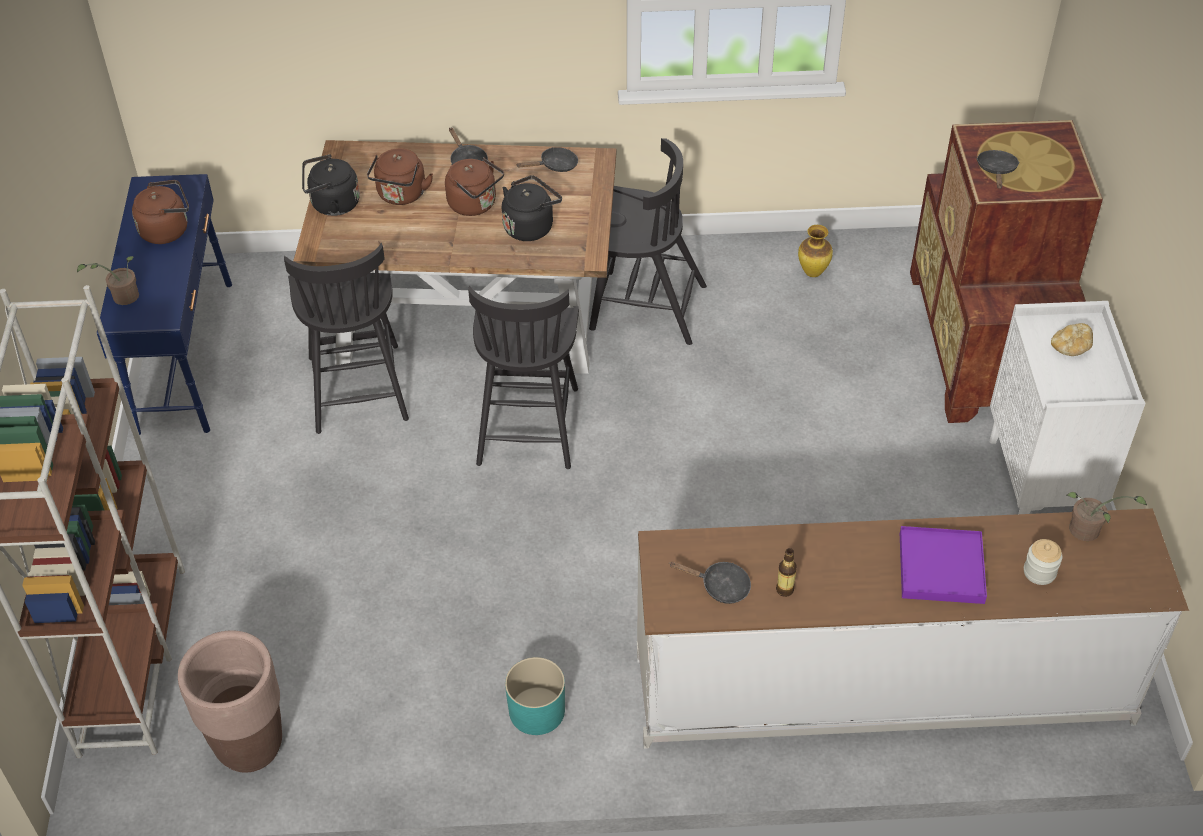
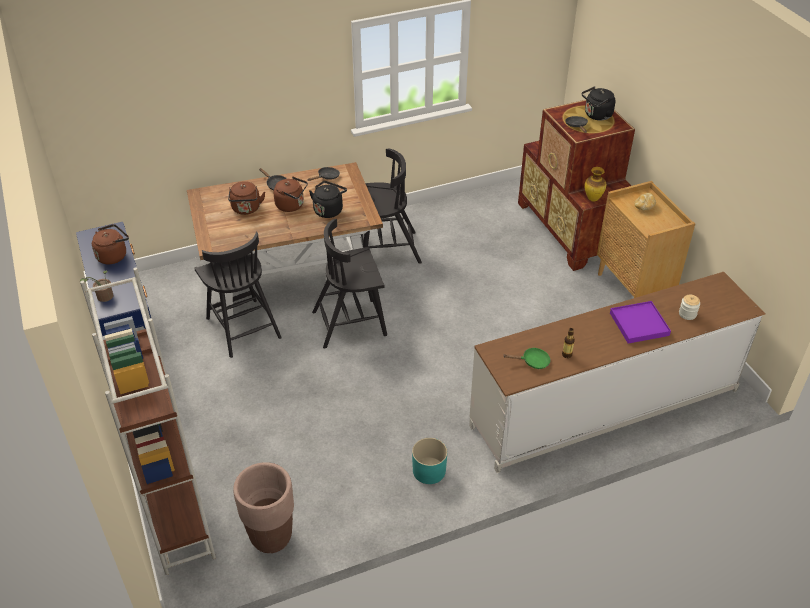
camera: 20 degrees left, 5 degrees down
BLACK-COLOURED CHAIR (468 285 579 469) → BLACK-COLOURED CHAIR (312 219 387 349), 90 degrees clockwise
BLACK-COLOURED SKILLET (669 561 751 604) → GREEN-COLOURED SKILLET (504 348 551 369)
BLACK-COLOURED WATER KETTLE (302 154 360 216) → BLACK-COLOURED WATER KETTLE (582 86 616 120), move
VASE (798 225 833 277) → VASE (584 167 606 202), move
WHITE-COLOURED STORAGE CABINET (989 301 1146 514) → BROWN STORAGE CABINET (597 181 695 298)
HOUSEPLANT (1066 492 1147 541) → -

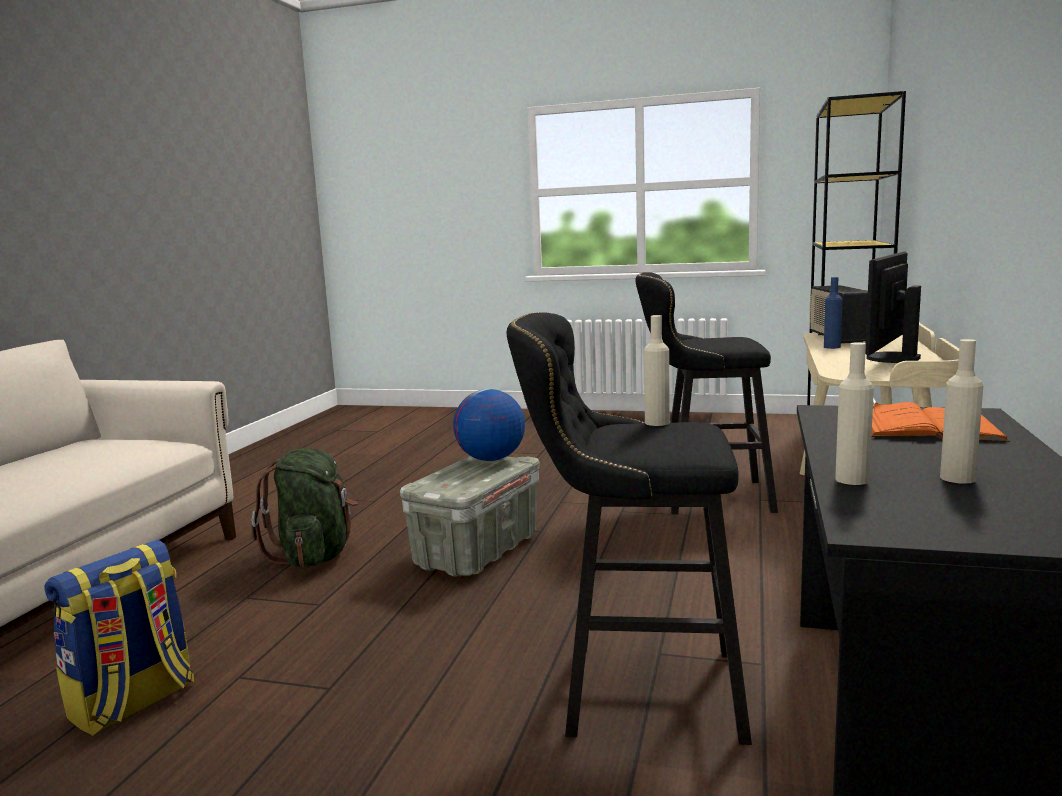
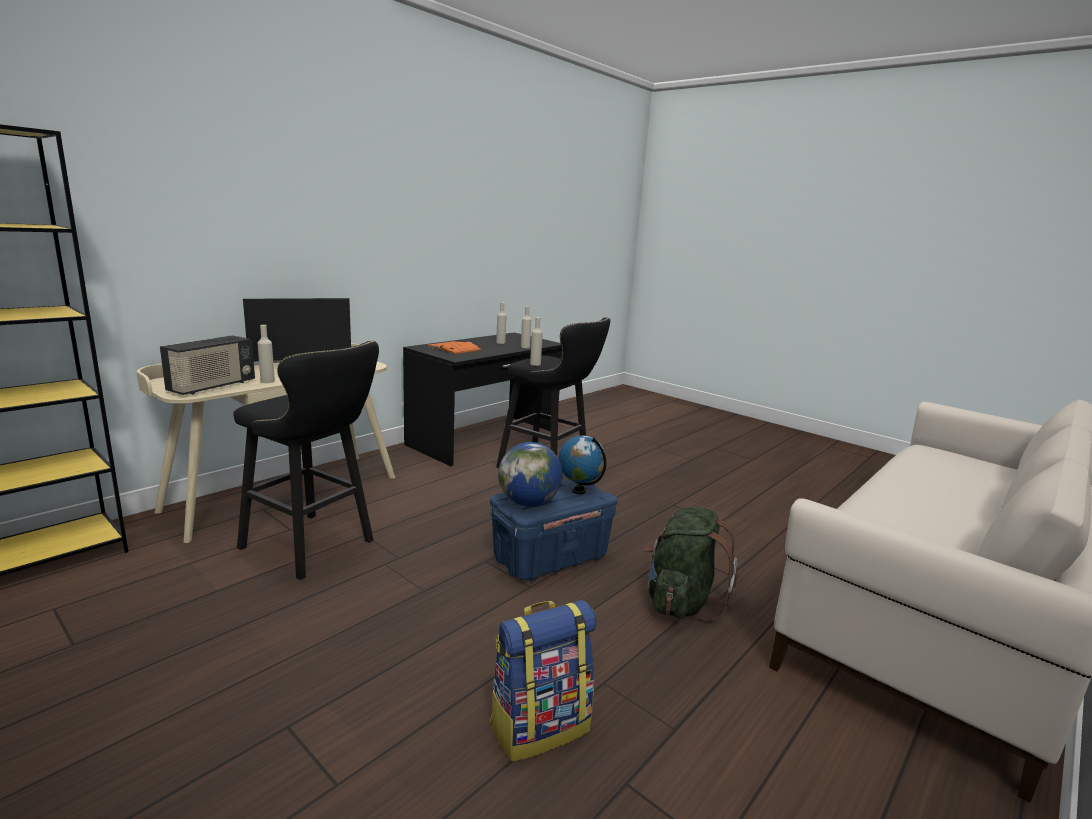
camera: 155 degrees left, 5 degrees up
BLUISH BOTTLE (824 277 843 349) → BEIGE-COLOURED BOTTLE (257 325 275 383)
GREY STORAGE BIN (400 455 540 577) → BLUISH STORAGE BIN (490 479 618 580)
BACKPACK (44 540 194 736) → BACKPACK (490 600 597 761), move
- → WORLD GLOBE (558 435 606 494)

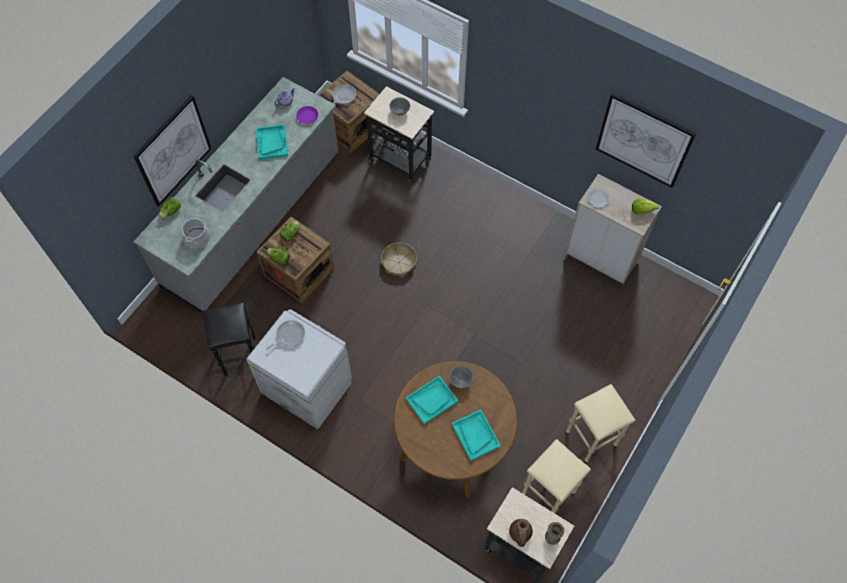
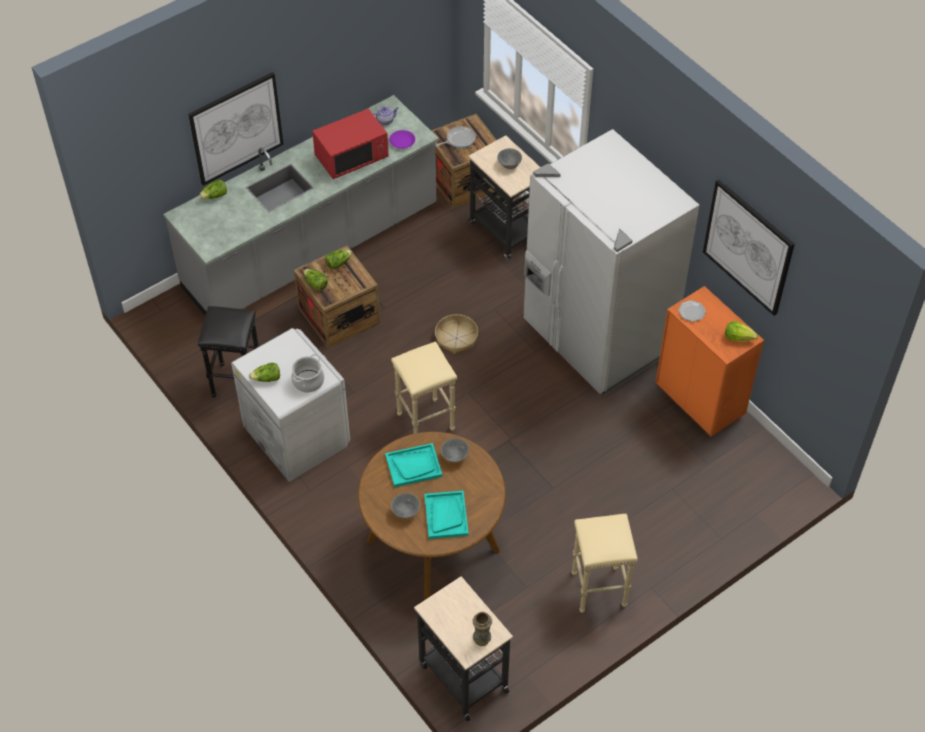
camera: 20 degrees right, 10 degrees down
- → LETTUCE (249 363 280 382)
COOKING POT (181 215 210 248) → COOKING POT (291 354 324 393), move
BLUE-GREEN TRAY (256 124 288 160) → RED-COLOURED MICROWAVE OVEN (312 109 389 179)
BEIGE-COLOURED SITTING STOOL (522 439 591 513) → BEIGE-COLOURED SITTING STOOL (391 342 457 434), move
- → GREY SERVING BOWL (391 493 420 519)
- → WHITE-COLOURED FRIDGE (523 129 699 396)
BEIGE-COLOURED STORAGE CABINET (565 174 662 284) → ORANGEY STORAGE CABINET (655 286 764 437)
SKILLET (266 320 305 350) → -
BROWN TEA POT (509 519 533 547) → -

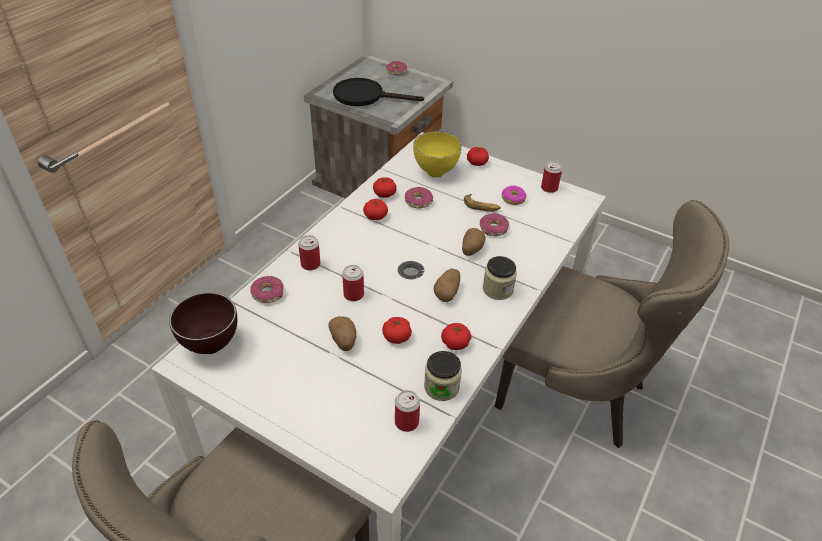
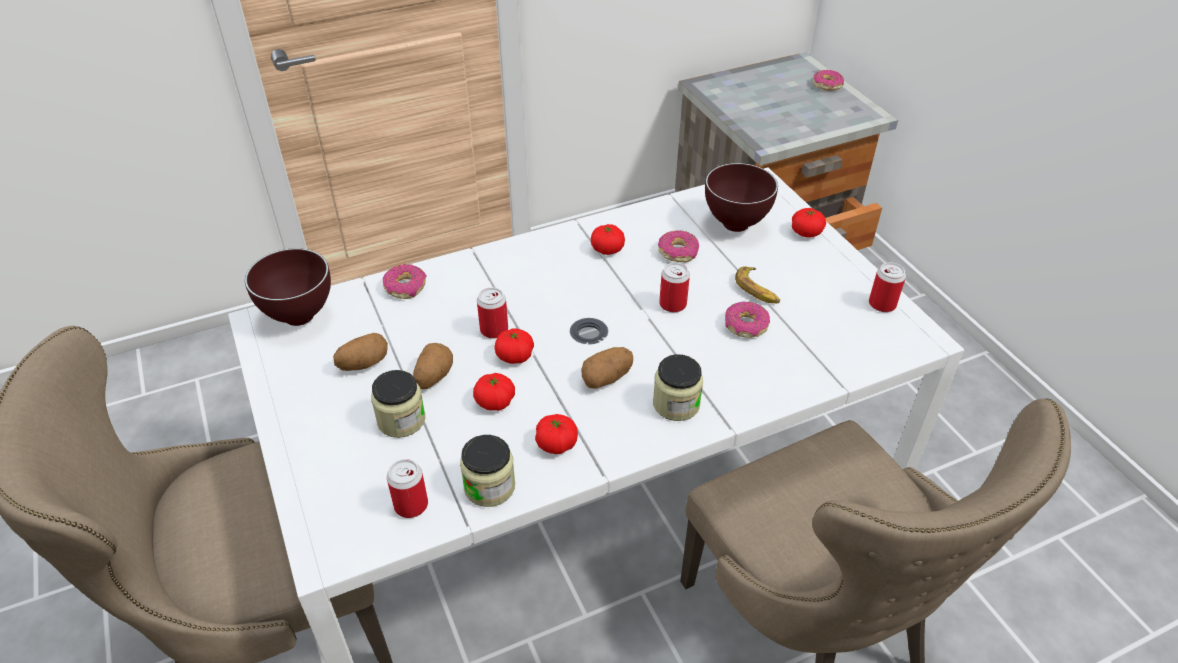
camera: 35 degrees right, 0 degrees up
SPUD (462 228 486 256) → SPUD (333 333 388 371), move
- → STORAGE JAR (371 370 425 438)
WHOLE TOMATO (373 177 397 198) → WHOLE TOMATO (494 328 534 364), move
SEALED CAN (298 235 320 271) → SEALED CAN (659 263 690 312), move
YELLOW SERVING BOWL (413 131 462 178) → BROWN SERVING BOWL (705 163 778 232)
BLACK-COLOURED SKILLET (333 78 424 106) → -
DONUT (502 186 526 205) → -

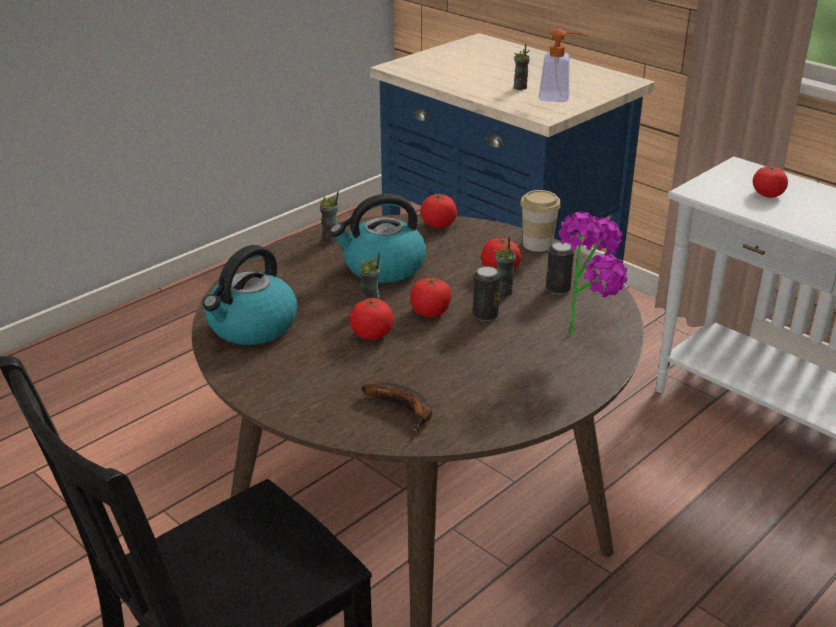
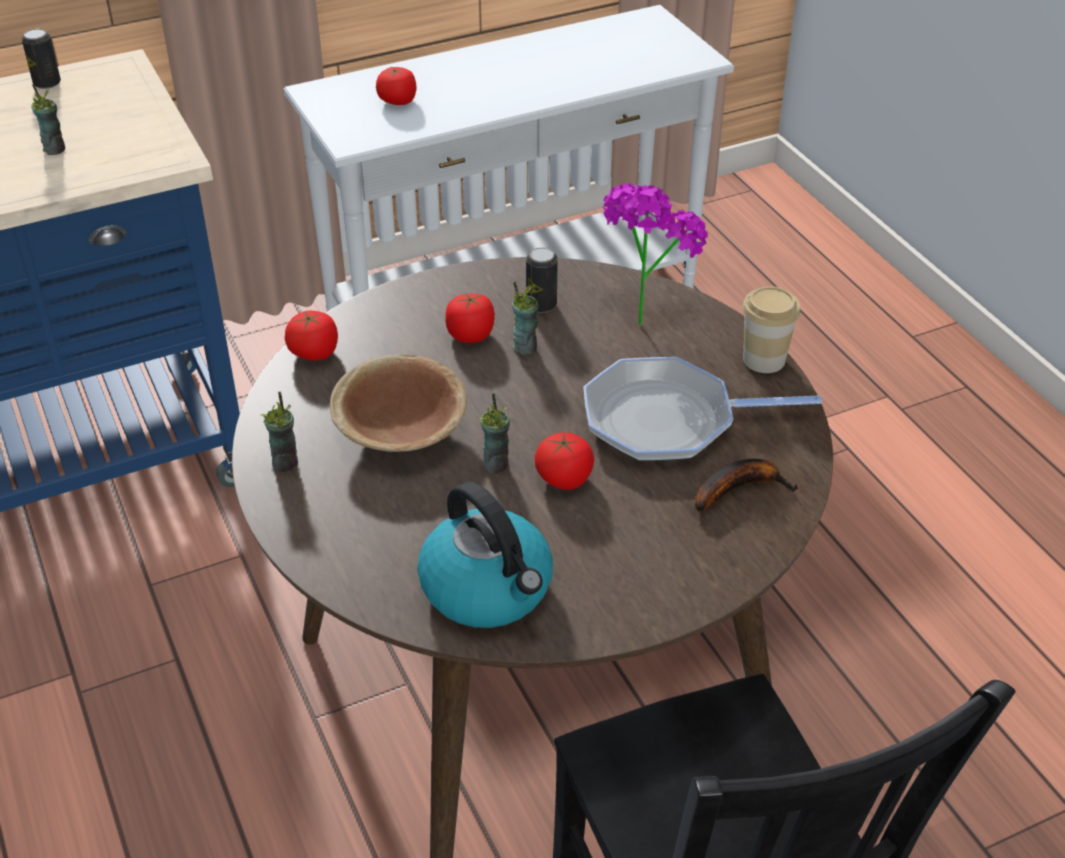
camera: 70 degrees left, 10 degrees up
SEALED CAN (473 266 500 321) → SEALED CAN (22 29 61 89), move
WATER KETTLE (330 194 426 283) → BROWN SERVING BOWL (330 354 467 452)
- → SKILLET (584 357 822 461)
DRINKING CUP (520 190 561 252) → DRINKING CUP (742 286 800 373), move
WHOLE TOMATO (410 277 452 317) → -
SOAP DISPENSER (539 29 588 102) → -

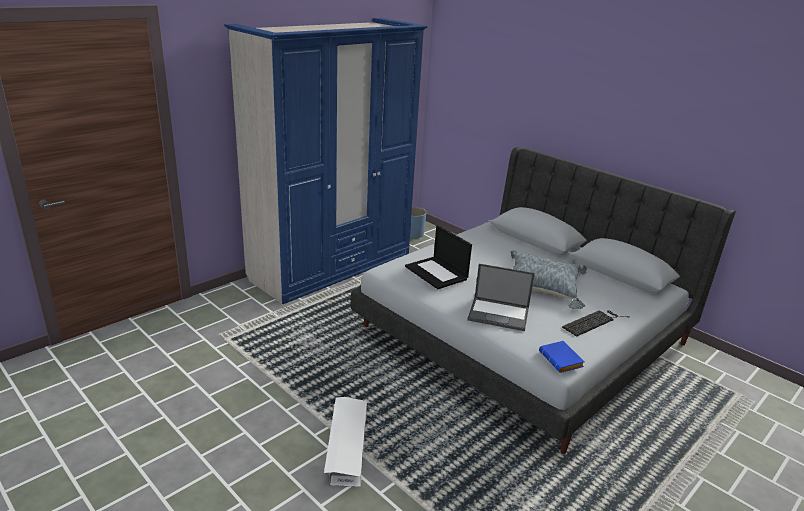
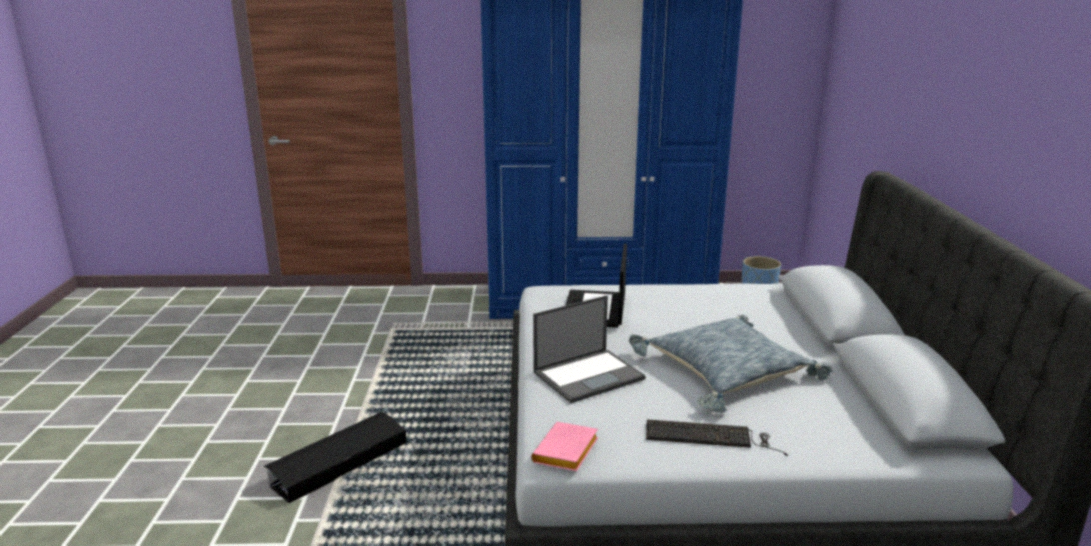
camera: 45 degrees right, 5 degrees down
WHITE-COLOURED STORAGE BIN (324 397 367 487) → BLACK-COLOURED STORAGE BIN (263 412 407 504)
BLUISH BOUND BOOK (539 341 585 373) → PINK BOUND BOOK (531 422 598 471)
NOTEBOOK COMPUTER (467 264 535 331) → NOTEBOOK COMPUTER (533 295 646 403), 90 degrees counterclockwise

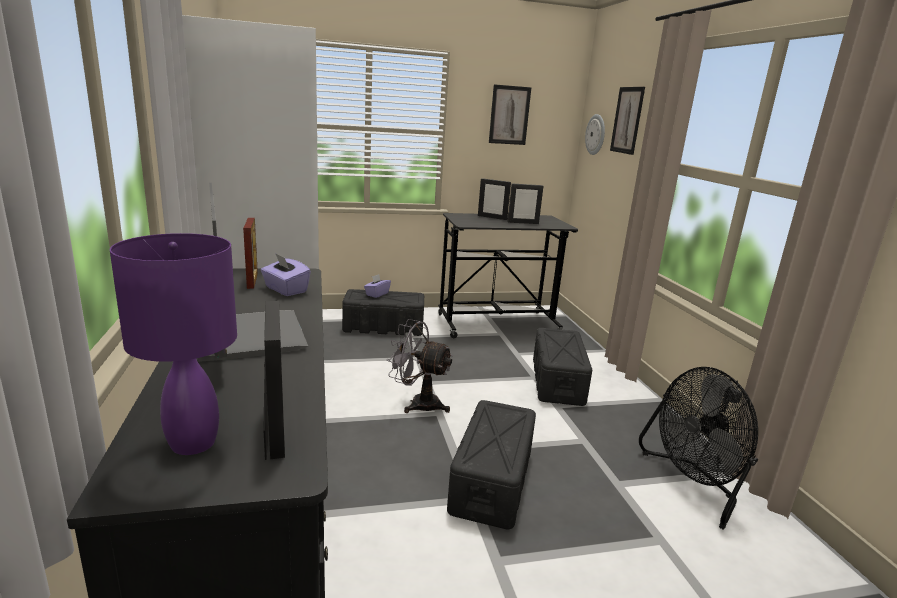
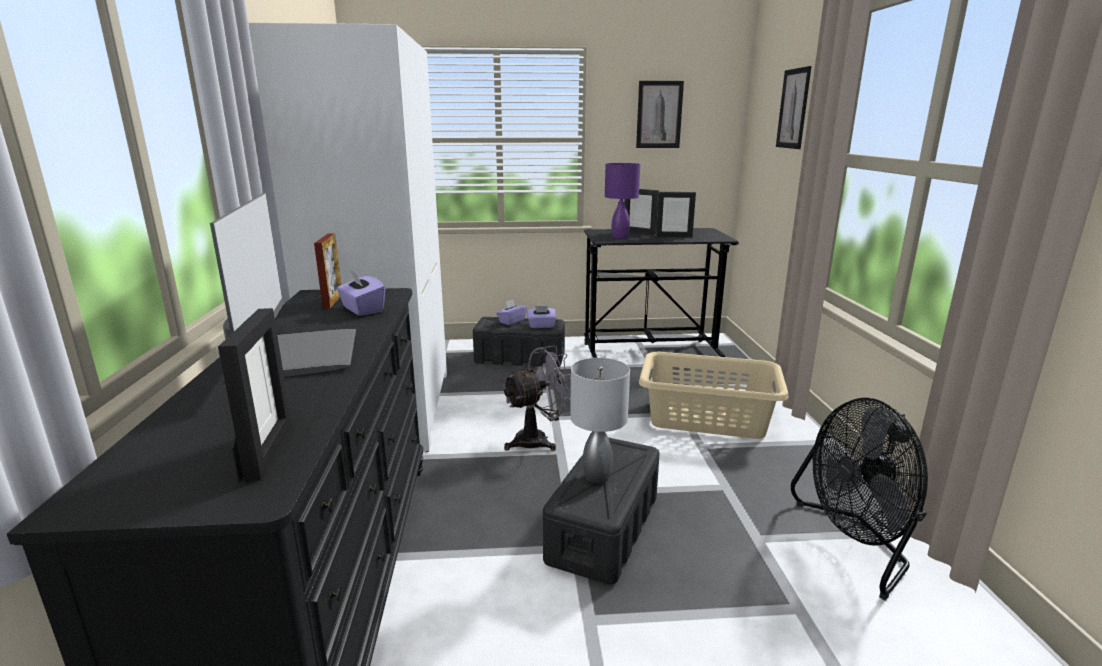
camera: 10 degrees right, 0 degrees up
GREY ELECTRIC FAN (387 319 453 413) → GREY ELECTRIC FAN (502 345 571 451), 120 degrees clockwise
- → PURPLE BOX OF TISSUES (527 306 556 328)
- → GREY LAMP FOR A TABLE (570 358 630 483)
PURPLE LAMP FOR A TABLE (110 233 237 455) → PURPLE LAMP FOR A TABLE (605 163 640 239), move
BLACK-COLOURED STORAGE BIN (533 328 592 406) → BEIGE-COLOURED HAMPER (639 352 788 439)
WALL CLOCK (585 114 605 155) → -

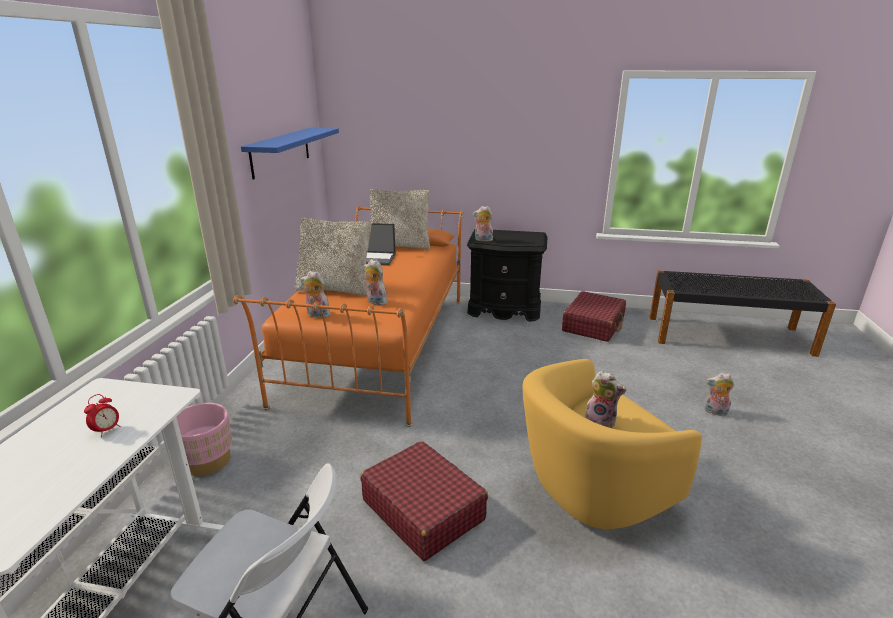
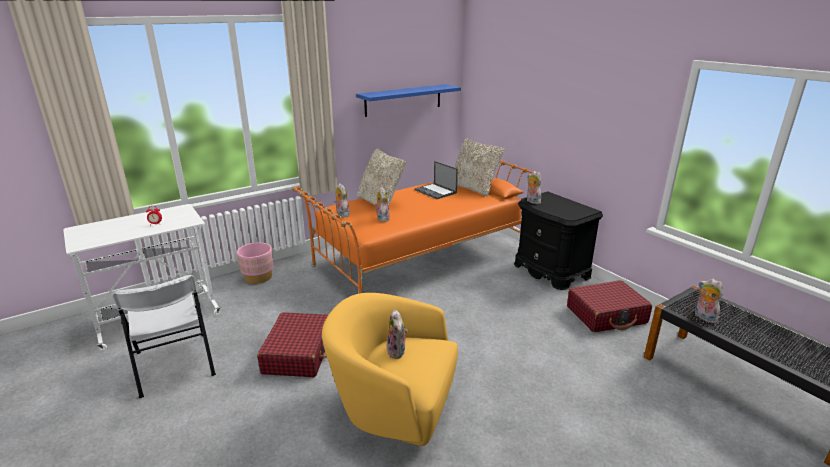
camera: 45 degrees right, 0 degrees up
SOFT TOY (704 373 735 416) → SOFT TOY (695 278 723 323), move

